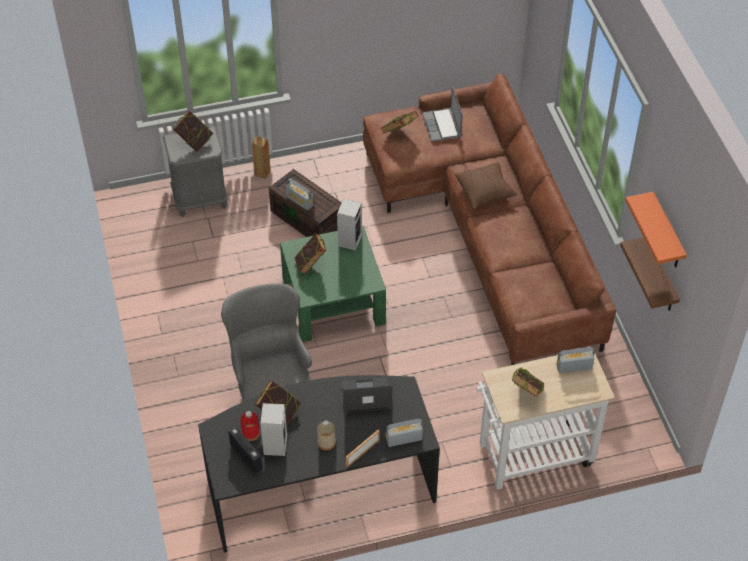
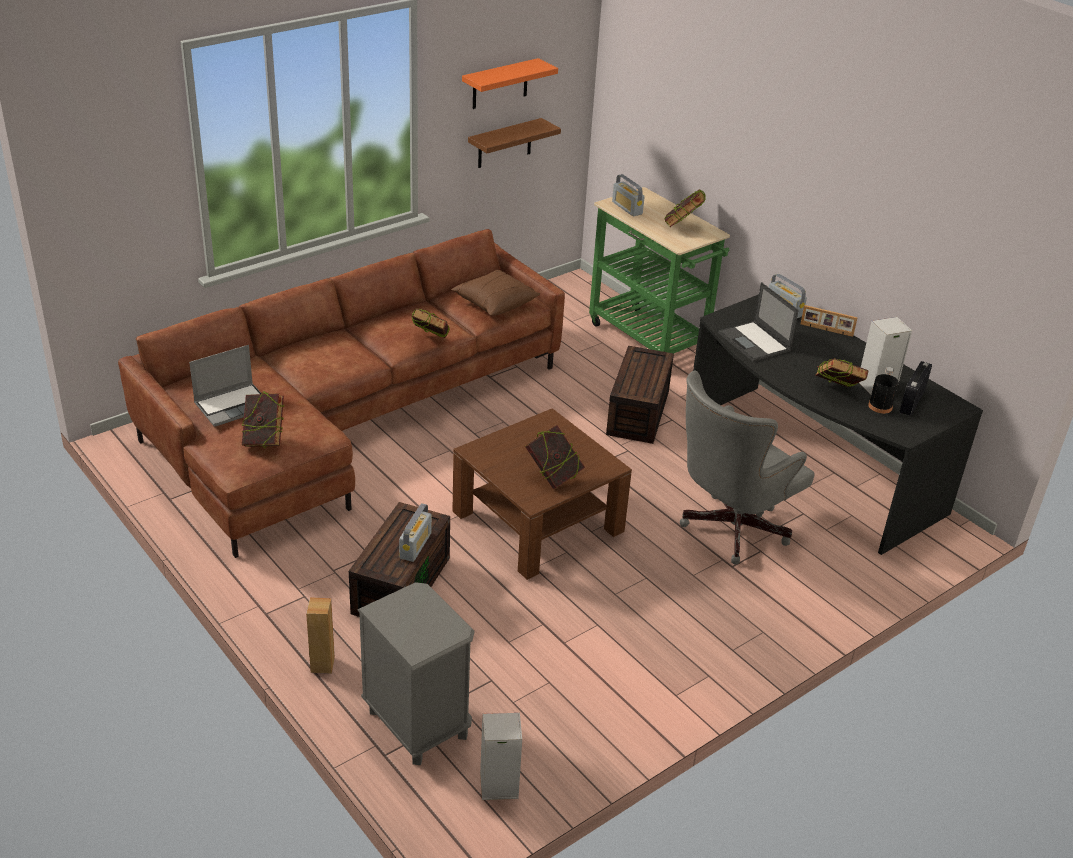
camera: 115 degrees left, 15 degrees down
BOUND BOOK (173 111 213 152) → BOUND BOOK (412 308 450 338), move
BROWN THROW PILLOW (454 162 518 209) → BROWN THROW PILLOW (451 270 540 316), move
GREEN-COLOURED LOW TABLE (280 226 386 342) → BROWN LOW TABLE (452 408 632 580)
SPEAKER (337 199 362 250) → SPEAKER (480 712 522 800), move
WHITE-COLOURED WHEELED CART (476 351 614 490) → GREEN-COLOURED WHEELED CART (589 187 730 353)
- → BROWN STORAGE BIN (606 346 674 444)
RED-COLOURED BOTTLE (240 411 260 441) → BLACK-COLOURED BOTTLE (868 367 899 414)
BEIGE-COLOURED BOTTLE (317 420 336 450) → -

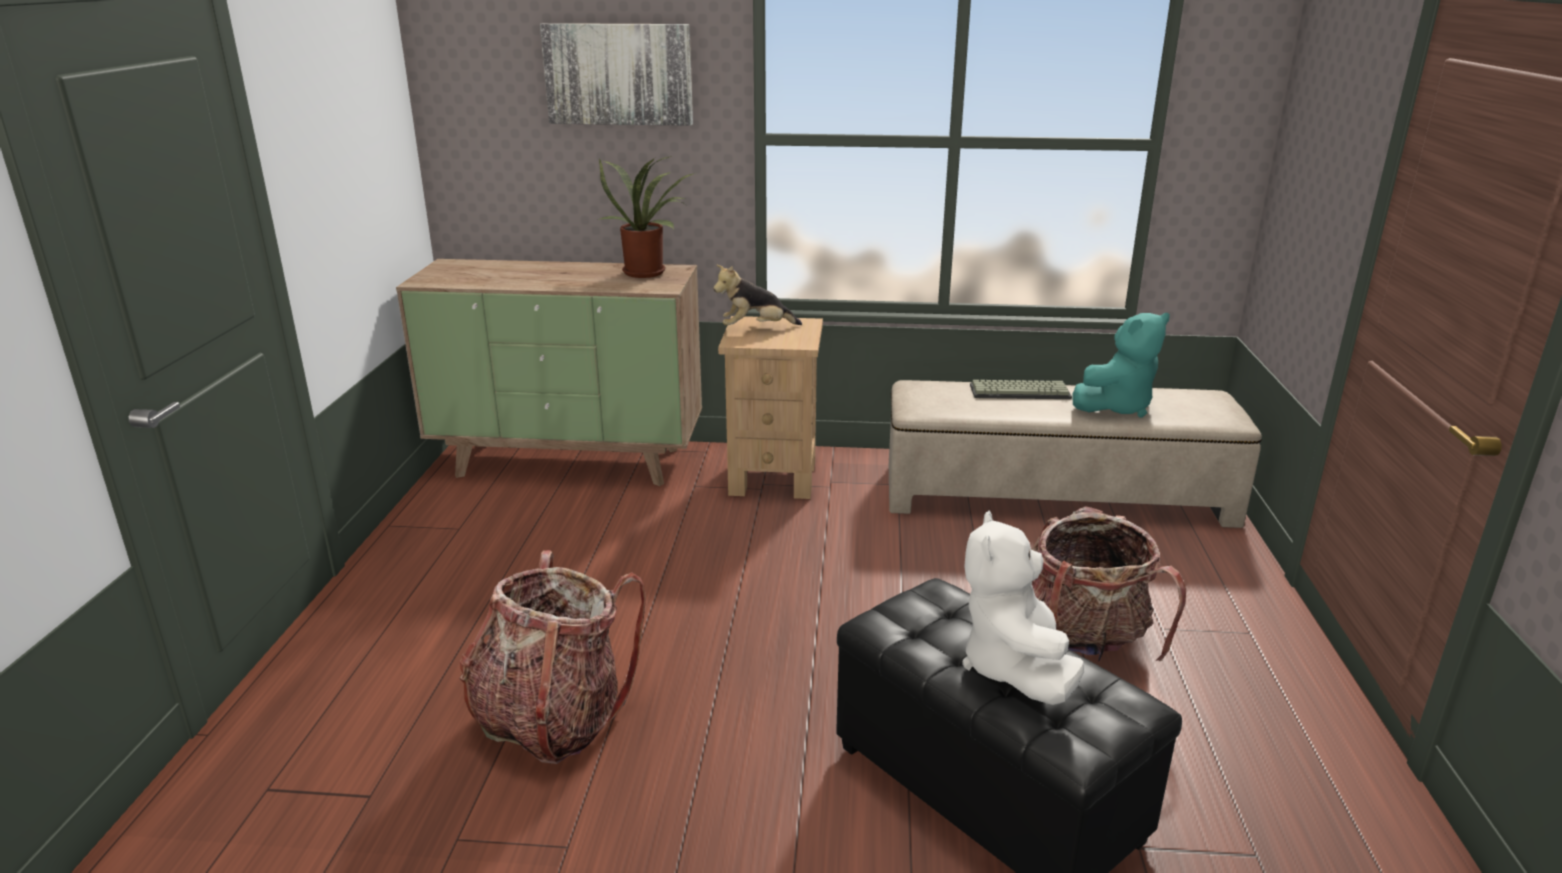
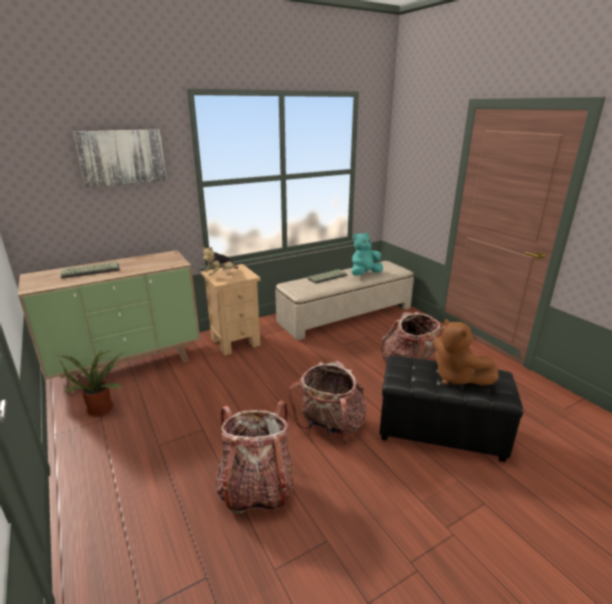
camera: 35 degrees left, 0 degrees up
HOUSEPLANT (598 156 696 278) → HOUSEPLANT (58 350 123 417), move
- → PC KEYBOARD (61 262 120 278)
- → BACKPACK (289 361 366 445)
BLUE-GREEN SOFT TOY (1072 313 1170 418) → BLUE-GREEN SOFT TOY (351 232 383 276), 150 degrees counterclockwise
WHITE-COLOURED SOFT TOY (962 510 1084 705) → BROWN SOFT TOY (433 319 499 385)

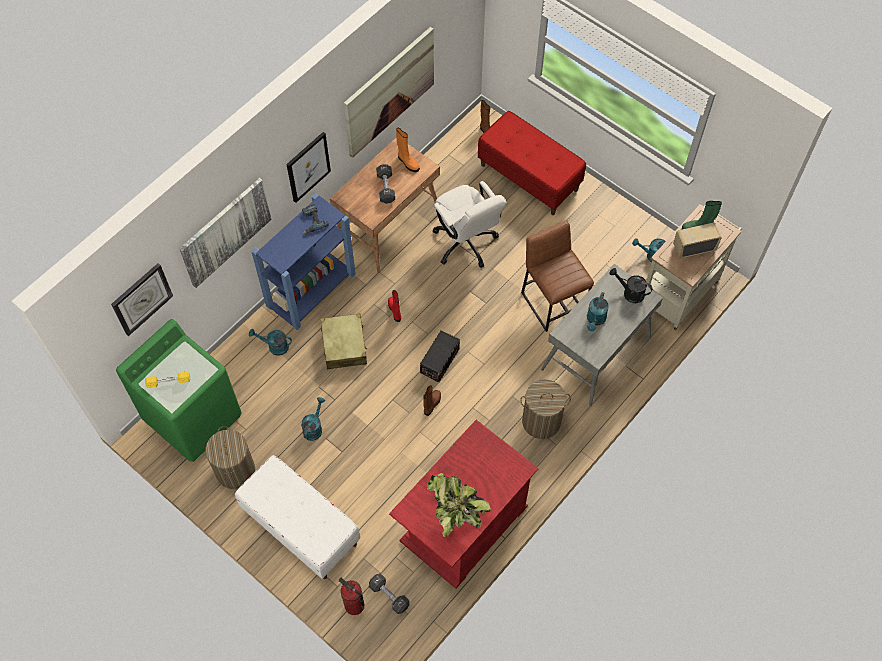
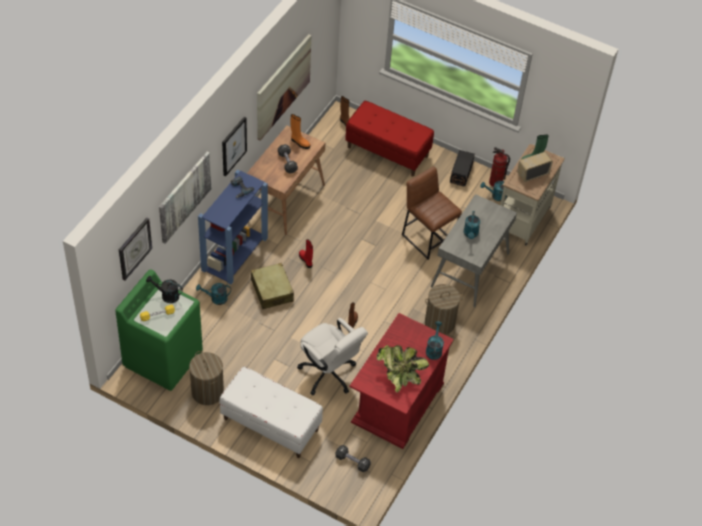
camera: 15 degrees left, 10 degrees down
BLACK-COLOURED WATERING CAN (609 268 652 303) → BLACK-COLOURED WATERING CAN (146 276 183 303), move
WHITE-COLOURED COMPUTER CHAIR (433 181 507 268) → WHITE-COLOURED COMPUTER CHAIR (297 318 368 396), move
BLUE-GREEN WATERING CAN (301 397 325 441) → BLUE-GREEN WATERING CAN (426 321 444 360), move
BLACK-COLOURED STORAGE BIN (420 330 460 382) → BLACK-COLOURED STORAGE BIN (450 150 475 187), move
FIRE-FIGHTING CYLINDER (339 577 364 615) → FIRE-FIGHTING CYLINDER (489 147 510 187), move

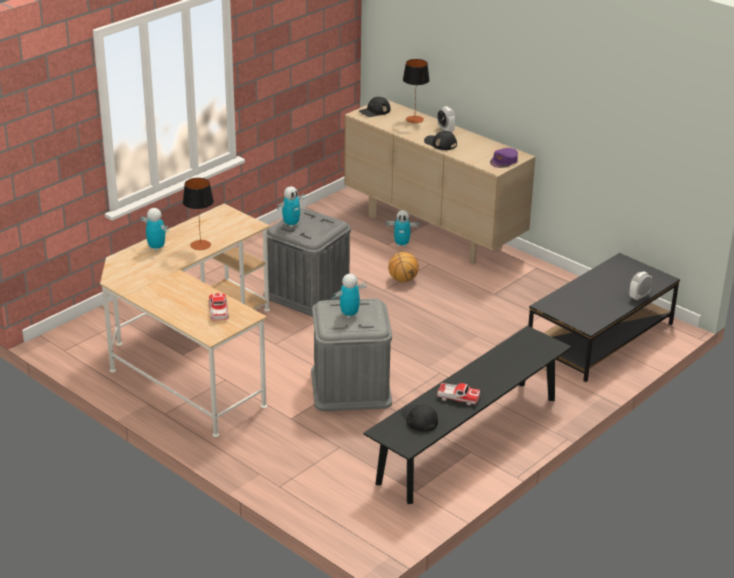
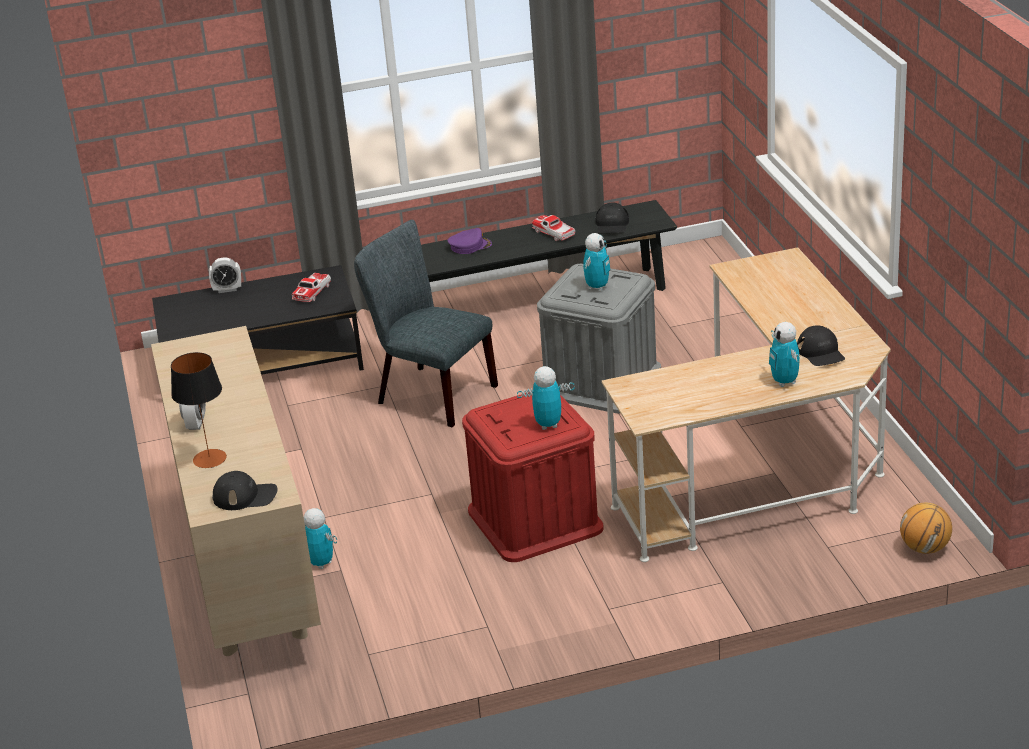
camera: 145 degrees left, 0 degrees up
TOY CAR (209 293 229 321) → TOY CAR (292 273 331 302), move
- → GREY CHAIR (354 220 498 427)
PURPLE BASEBALL CAP (490 148 518 168) → PURPLE BASEBALL CAP (448 228 492 254), move
GREY STORAGE BIN (263 208 351 316) → RED-COLOURED STORAGE BIN (462 392 604 562)
MODEL ROBOT (333 274 366 318) → MODEL ROBOT (584 233 610 291), 60 degrees counterclockwise
BLACK-COLOURED BASEBALL CAP (424 131 457 150) → BLACK-COLOURED BASEBALL CAP (797 325 845 366), move
BALL FOR BASKETBALL (388 252 419 282) → BALL FOR BASKETBALL (900 503 952 554), move
LAMP FOR A TABLE (183 178 214 250) → -

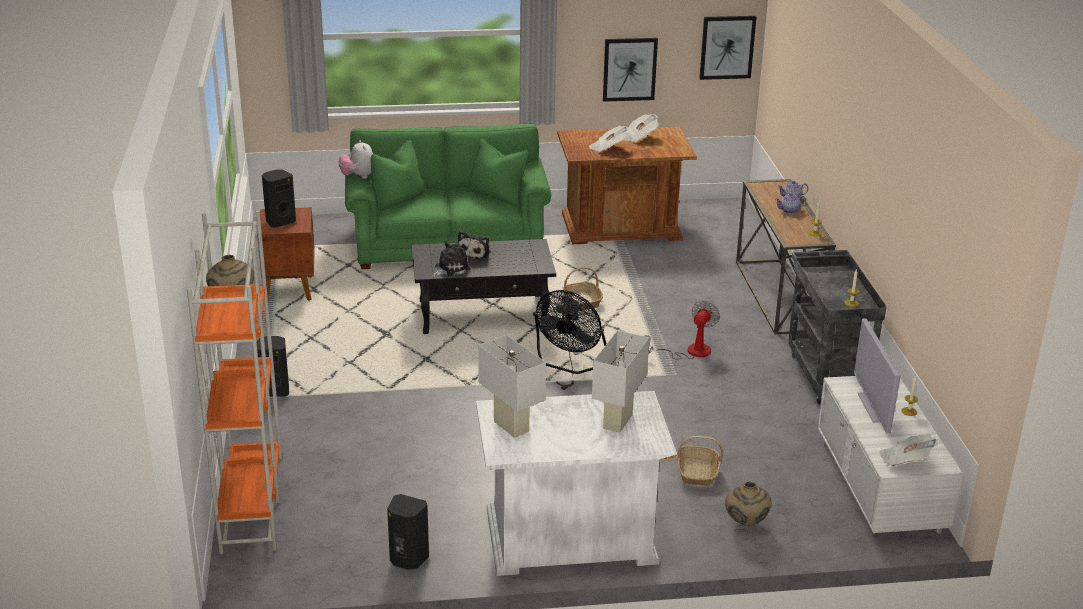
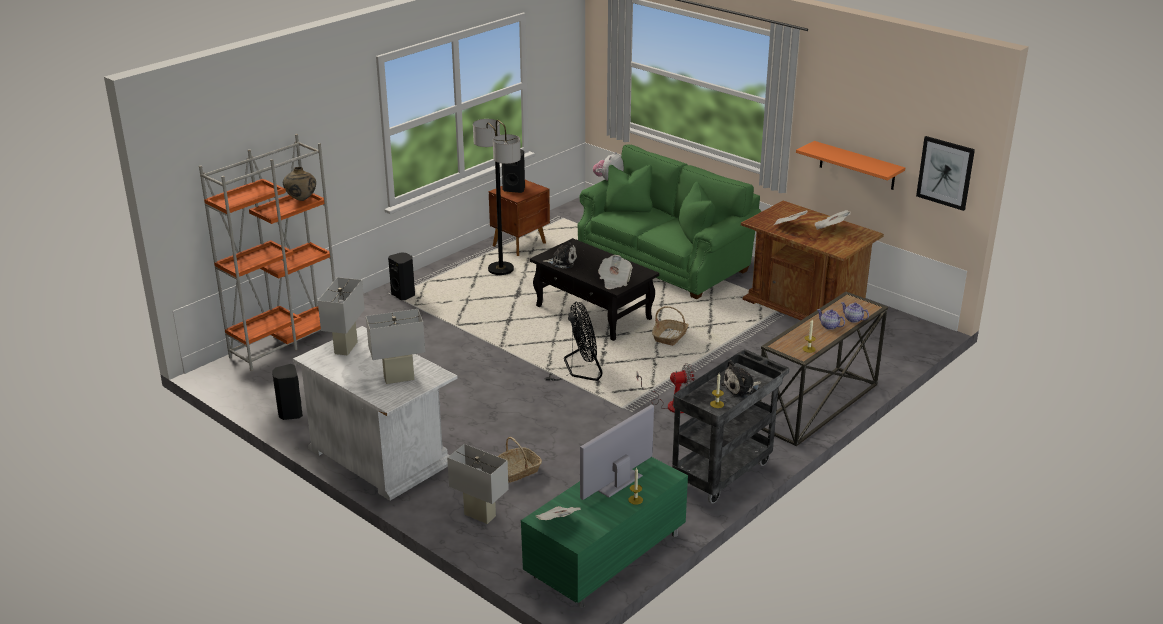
camera: 50 degrees right, 0 degrees up
BEIGE-COLOURED VASE (725 482 772 526) → WHITE-COLOURED LAMP FOR A TABLE (447 444 509 524)
- → STANDARD LAMP (473 119 521 275)
WHITE-COLOURED MEDIA CONSOLE (818 376 962 538) → GREEN-COLOURED MEDIA CONSOLE (521 457 688 607)
- → PRINTED PAPER (598 255 633 289)
SOFT TOY (458 231 491 260) → SOFT TOY (721 360 762 398), move
PICTURE (603 38 658 102) → ORANGEY WALL SHELF (796 141 905 190)

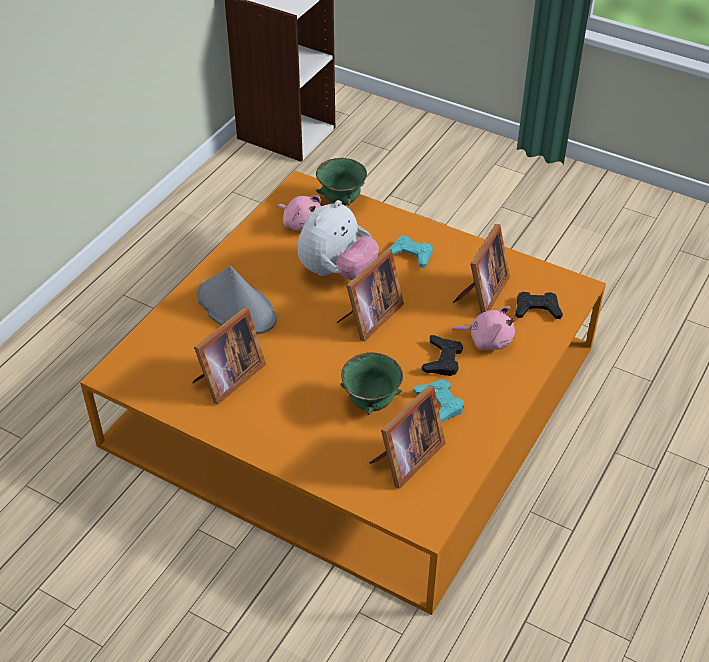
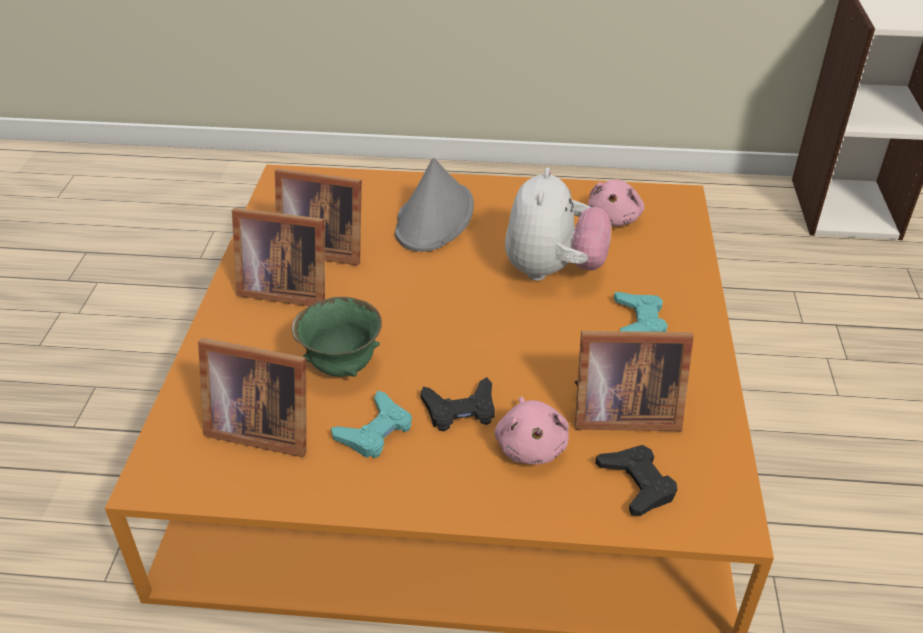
camera: 65 degrees right, 5 degrees down
PICTURE FRAME (337 249 404 342) → PICTURE FRAME (232 208 325 306), move
SOFT TOY (298 200 379 280) → SOFT TOY (505 167 611 281), 90 degrees counterclockwise
GREEN-COLOURED SERVING BOWL (316 158 367 205) → -

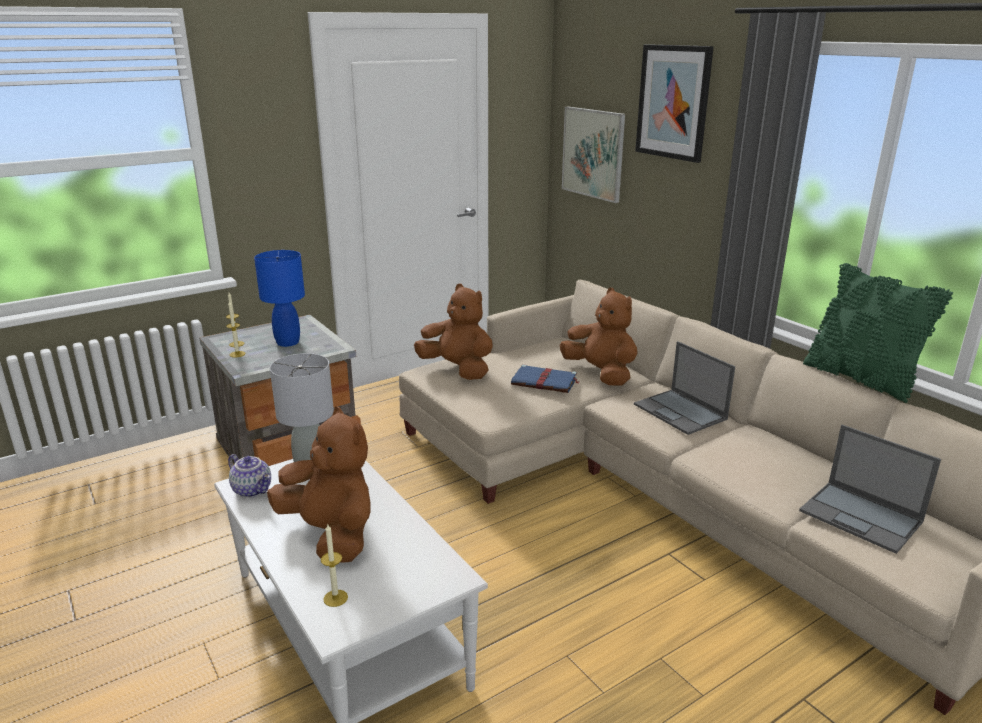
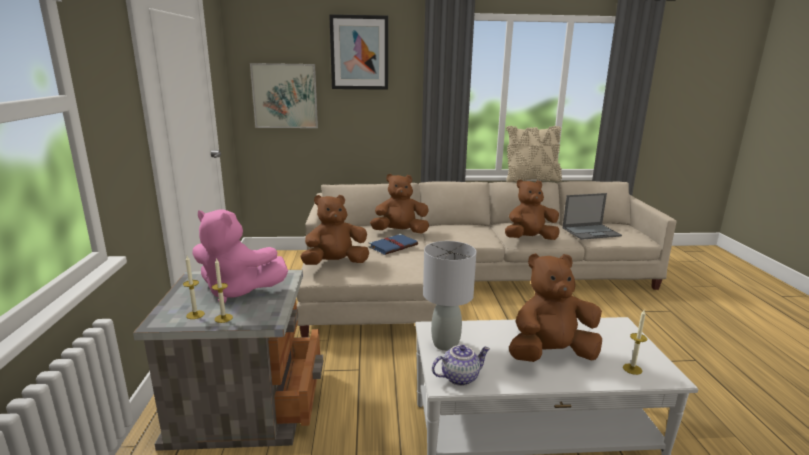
camera: 60 degrees left, 5 degrees down
BLUISH LAMP FOR A TABLE (254 250 305 347) → PINK SOFT TOY (192 209 288 303)
- → BROWN SOFT TOY (505 180 560 240)
GREEN-COLOURED THROW PILLOW (803 263 953 403) → BEIGE-COLOURED THROW PILLOW (506 126 562 182)
NOTEBOOK COMPUTER (634 341 735 435) → -

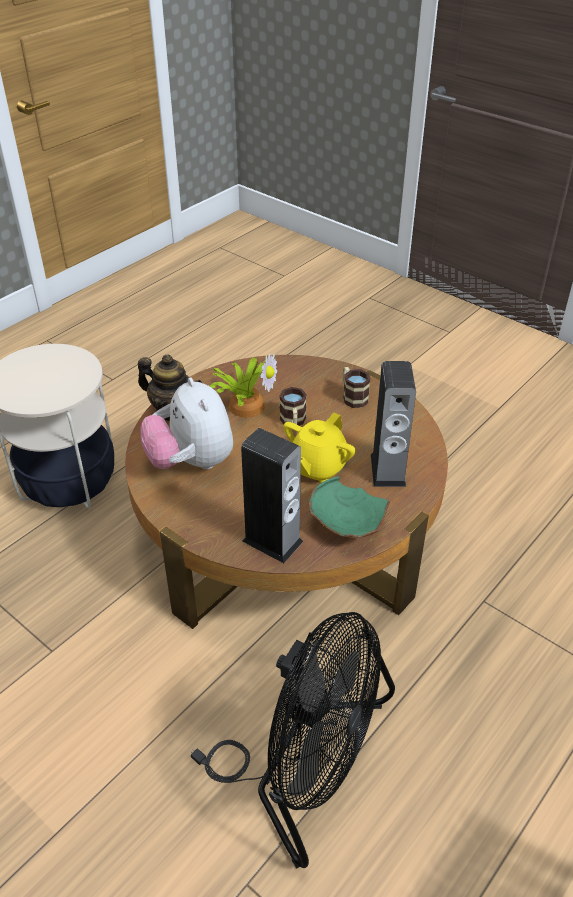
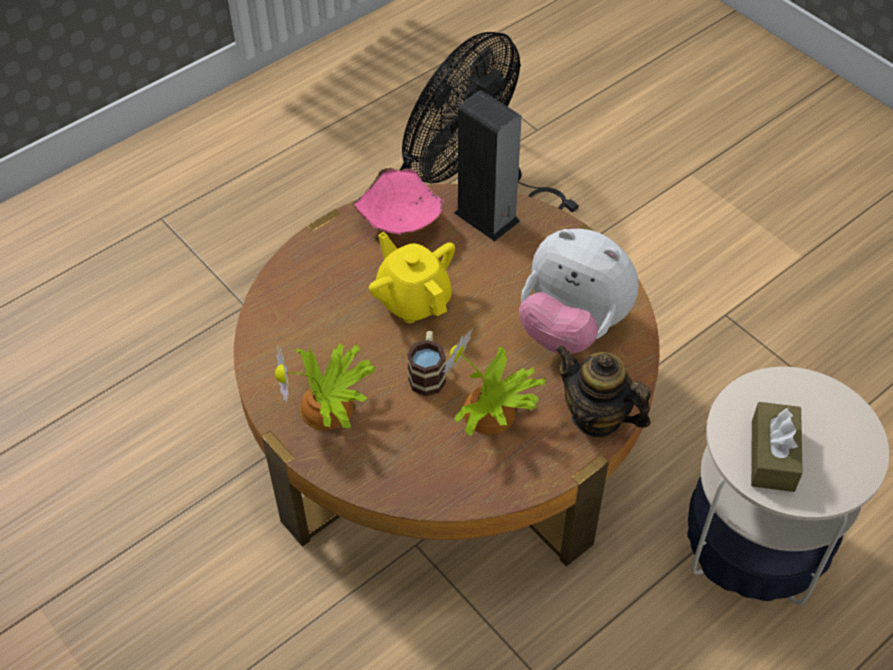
camera: 170 degrees left, 10 degrees up
TEA MUG (343 367 371 408) → HOUSEPLANT (275 343 376 430)
GREEN-COLOURED SERVING BOWL (309 476 390 538) → PINK SERVING BOWL (352 168 444 236)
YELLOW TEA POT (284 412 356 483) → YELLOW TEA POT (369 232 455 323), 75 degrees counterclockwise
SOFT TOY (140 378 233 469) → SOFT TOY (519 229 639 354), 135 degrees clockwise
- → BROWN BOX OF TISSUES (751 402 803 492)
SPEAKER (371 361 416 487) → -

